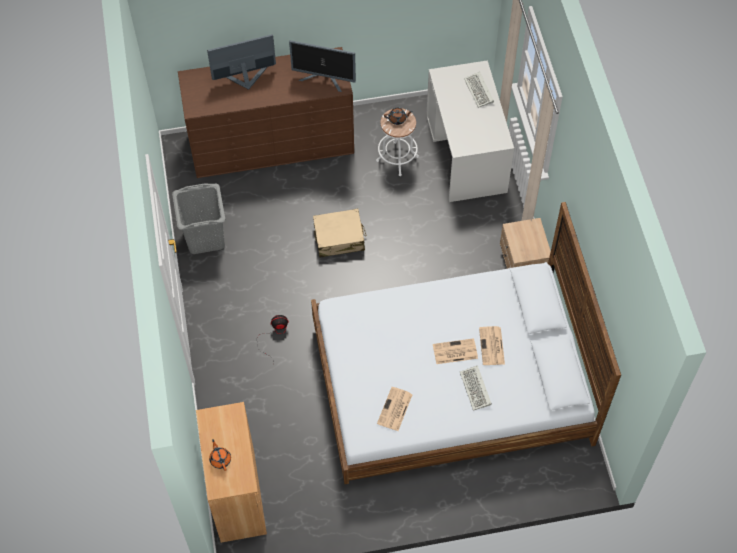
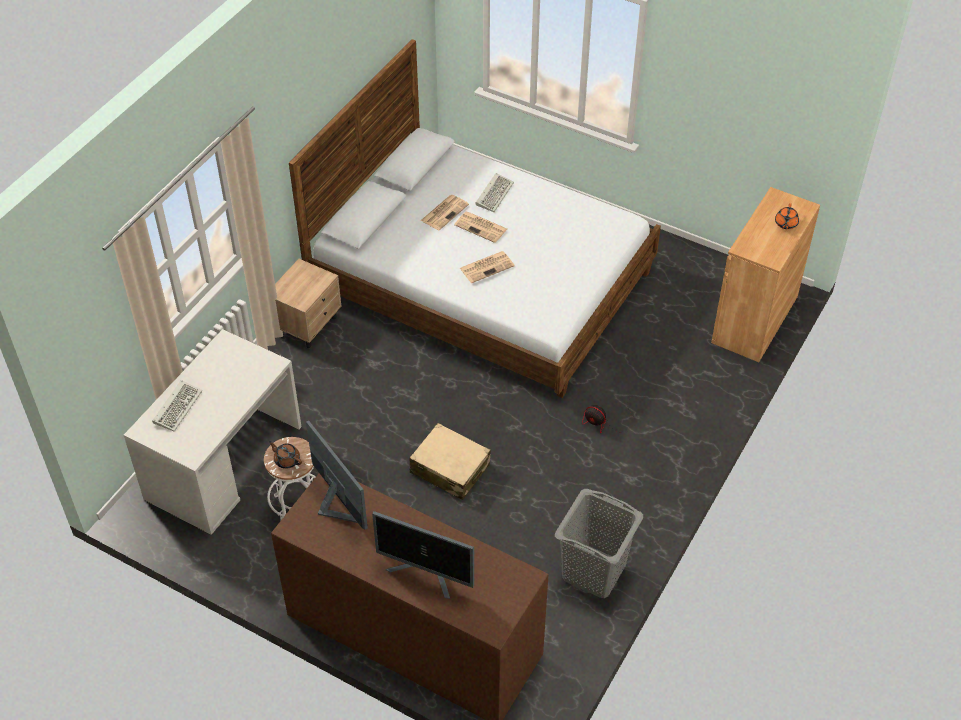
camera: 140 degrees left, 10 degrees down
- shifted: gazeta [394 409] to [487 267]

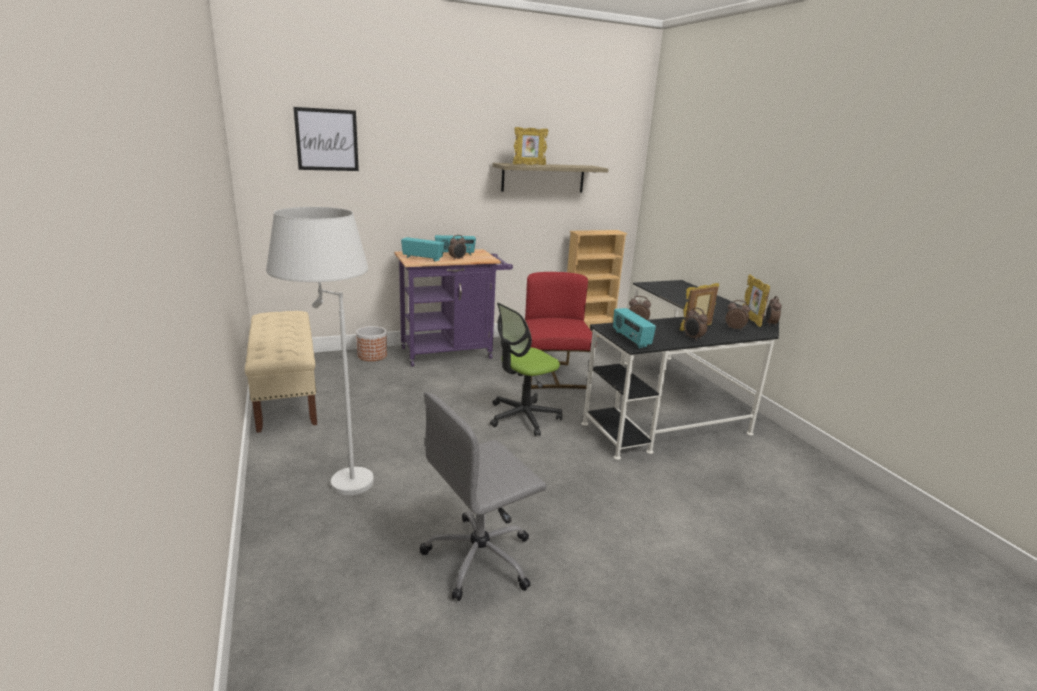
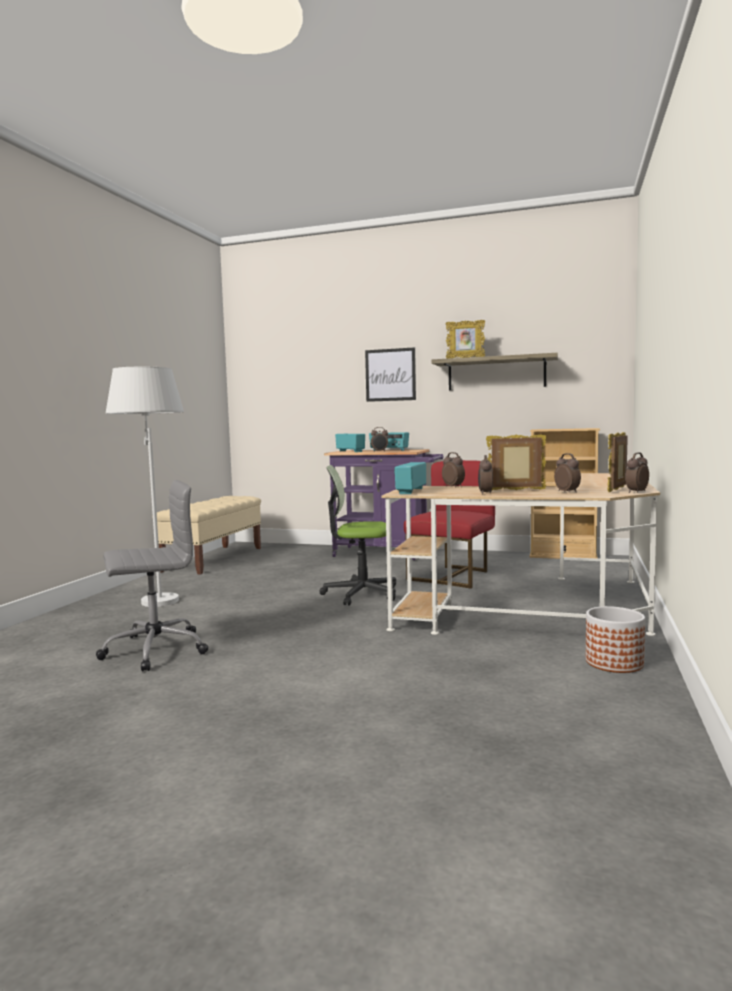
camera: 40 degrees right, 15 degrees down
- shifted: obraz [327 140] to [390 375]
- repainted: biurko [czarny] [675 405] to biurko [beżowy] [549 612]
- shifted: donica [372 355] to [613 662]
- rotated: krzesło biurowe [szary] [481 557] = [153 650] 150 degrees clockwise

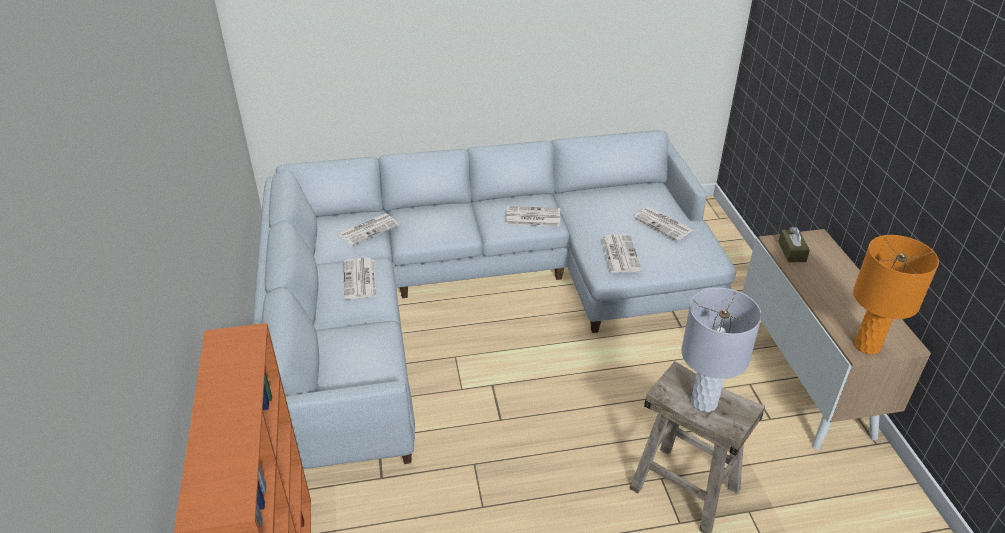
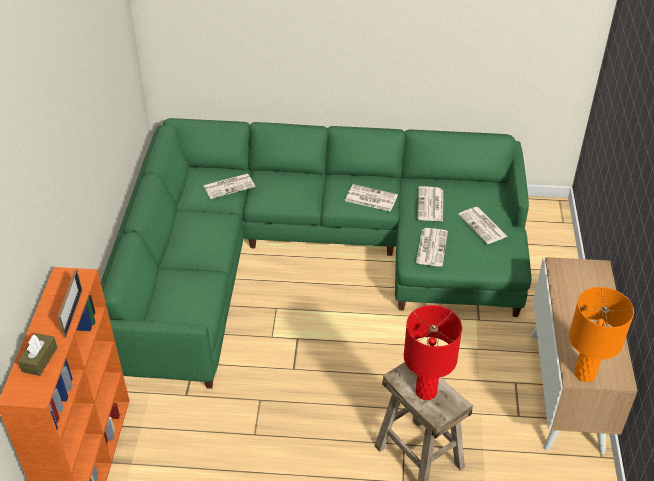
camera: 15 degrees right, 5 degrees up
- repainted: kanapa [szary] [470 294] to kanapa [zielony] [308 255]
- shifted: pudełko chusteczek [brązowy] [792 251] to [39 359]
- shifted: gazeta [360 280] to [430 205]
- repainted: lampa stołowa [szary] [704 402] to lampa stołowa [czerwony] [426 392]
- new: ramka na zdjęcie [73 313]

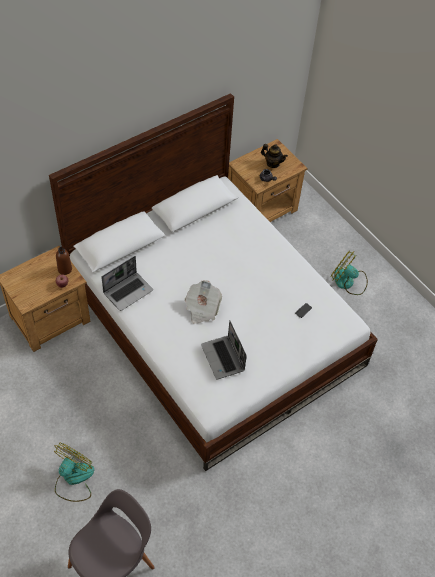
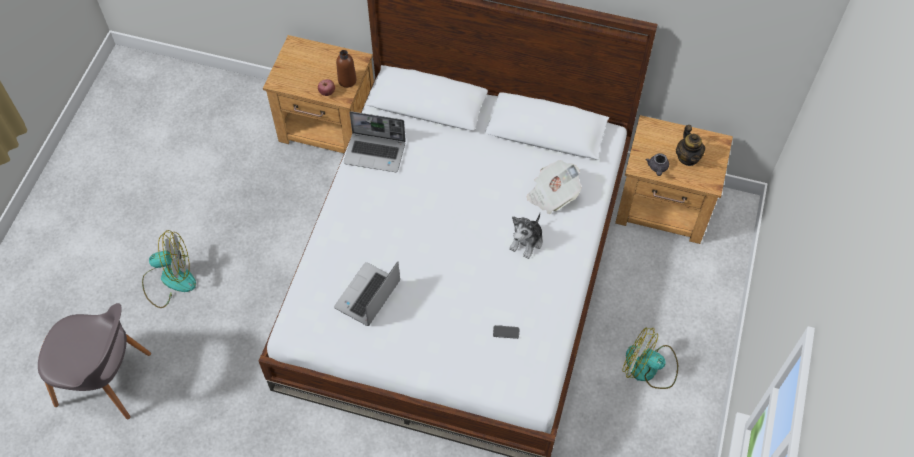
camera: 55 degrees right, 5 degrees up
- rotated: wentylator [348 282] = [649 368] 60 degrees counterclockwise
- shifted: gazeta [202 308] to [552 194]
- new: pluszak [527 241]

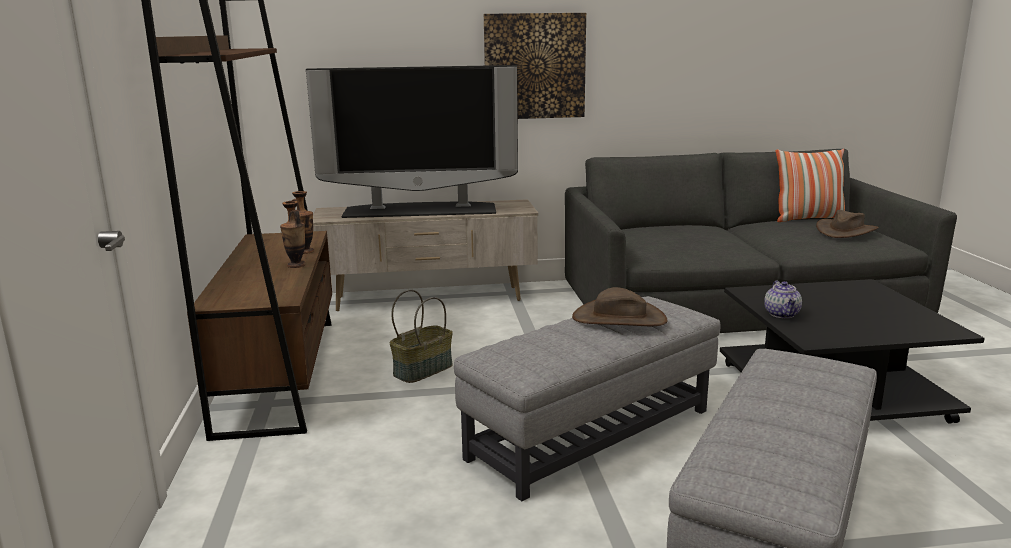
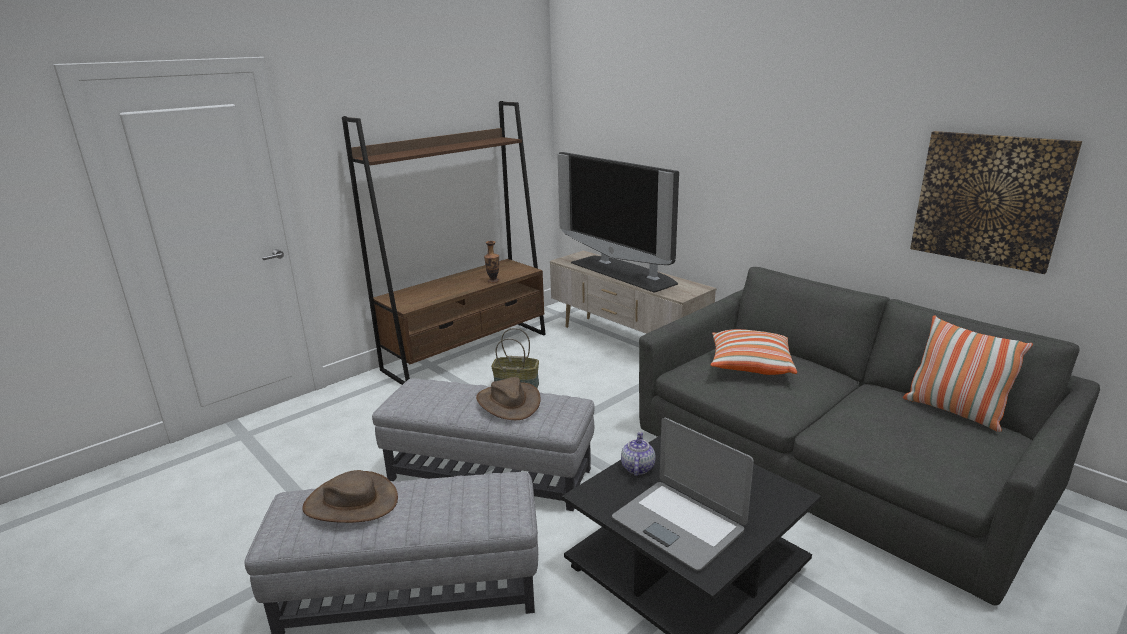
camera: 55 degrees right, 5 degrees up
- shifted: obraz [534 66] to [989 199]
- gone: wazon [296 265]
- shifted: kapelusz [brązowy] [846 231] to [351 502]
- rotated: imbryk [782 314] = [637 467] 135 degrees clockwise
- new: poduszka [750 365]
- new: laptop [678 524]

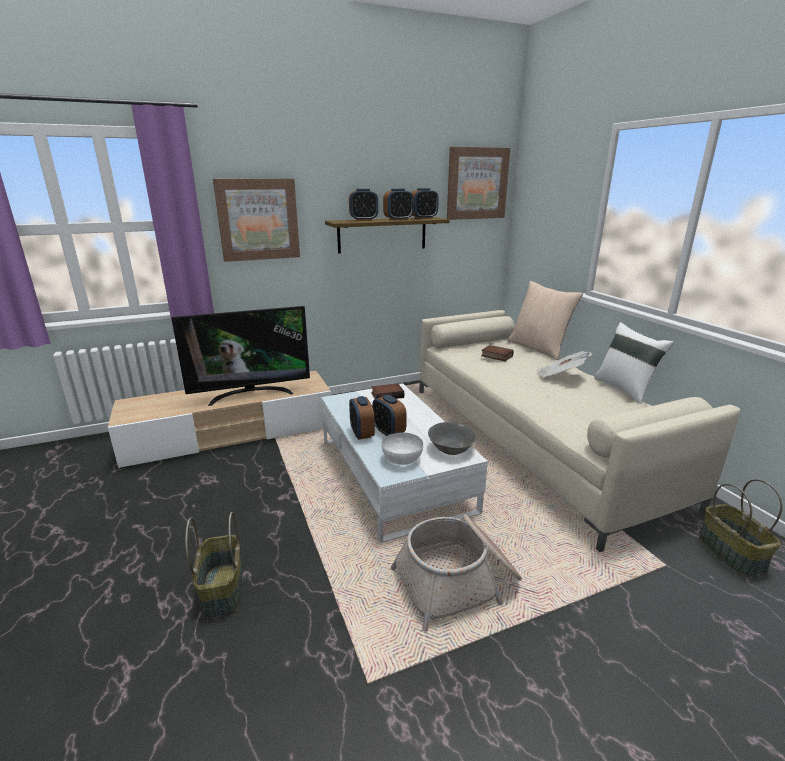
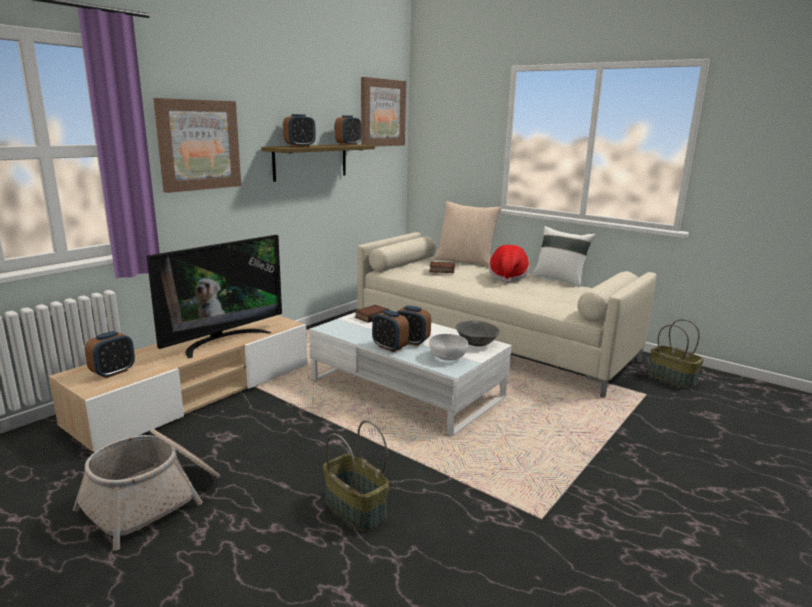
camera: 30 degrees left, 5 degrees down
- shifted: budzik [398 219] to [113 372]
- swapped: gazeta [560 376] to kapelusz [507 277]
- shifted: koszyk [458 581] to [154 499]

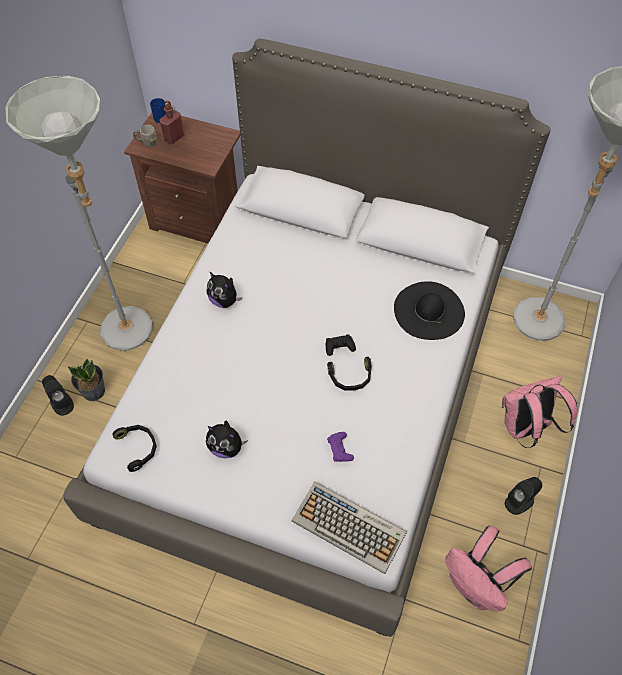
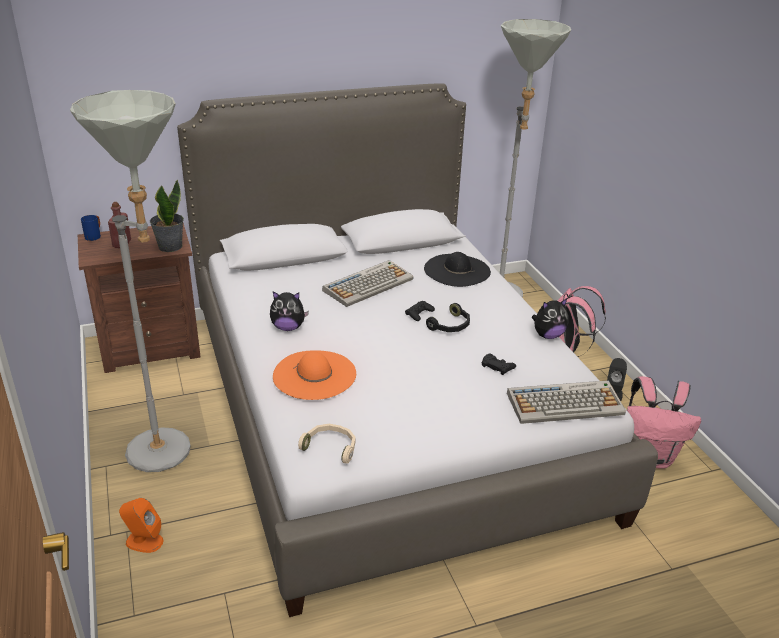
camera: 40 degrees left, 25 degrees down
- gone: kubek [szary] [146 143]
- shifted: roślina doniczkowa [93 391] to [170 246]
- repainted: głośnik [czarny] [61 403] to głośnik [pomarańczowy] [144 541]
- shifted: pluszak [226 447] to [548 335]
- repainted: słuchawki [czarny] [138 448] to słuchawki [beżowy] [331 447]
- repainted: pad do gier [fioletowy] [340 449] to pad do gier [czarny] [497 366]
- new: klawiatura [368 284]
- new: kapelusz [pomarańczowy] [314 375]

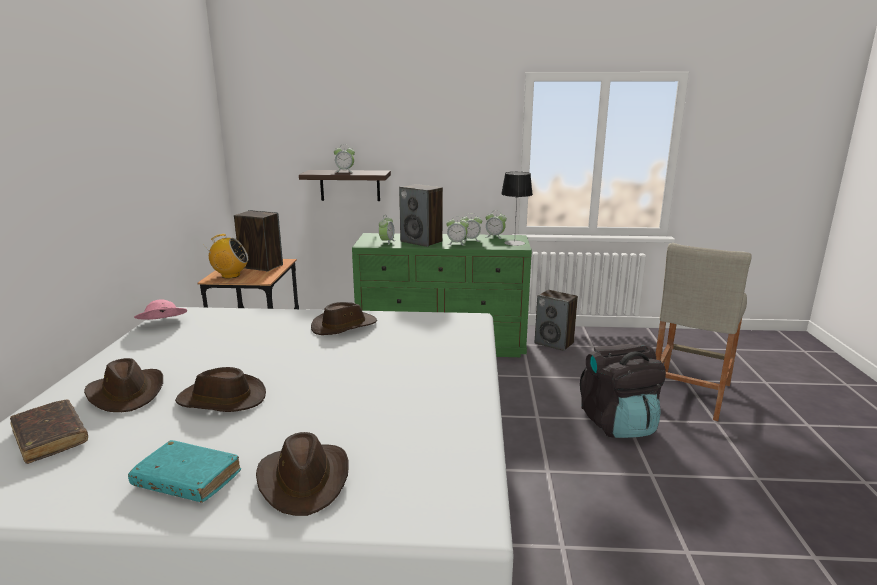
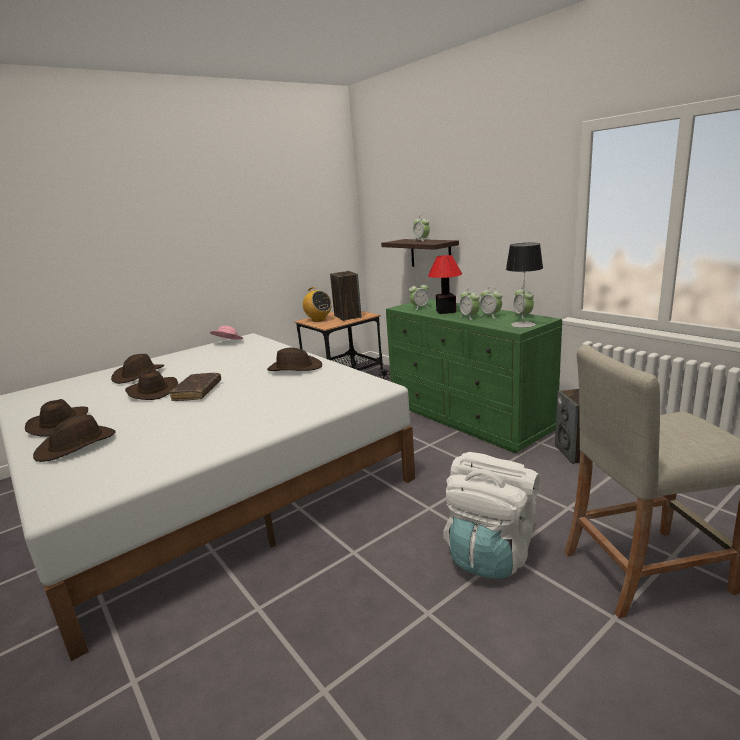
camera: 50 degrees right, 0 degrees up
- swapped: głośnik [422 241] to lampa stołowa [446 311]
- repainted: plecak [czarny] [618 423] to plecak [biały] [491 552]
- shifted: książka [brązowy] [50 437] to [197 392]
- swapped: książka [turkusowy] [187 480] to kapelusz [brązowy] [59 423]

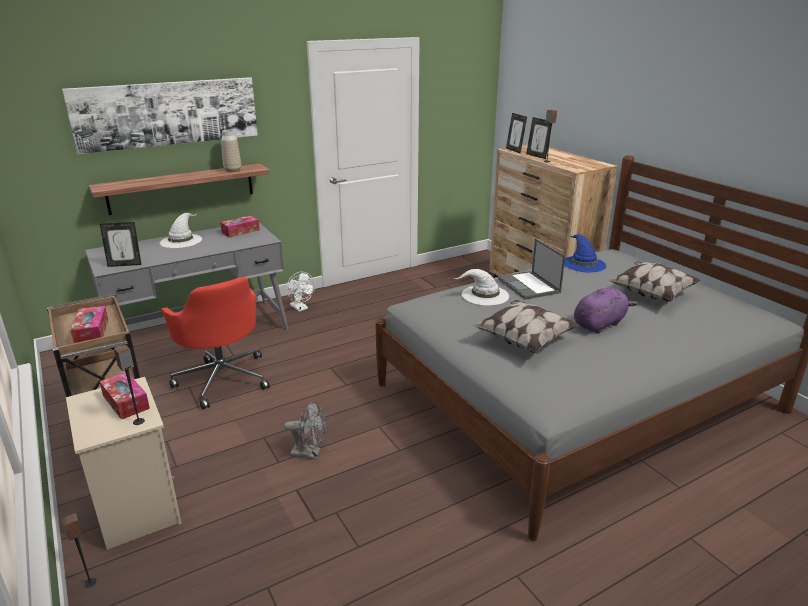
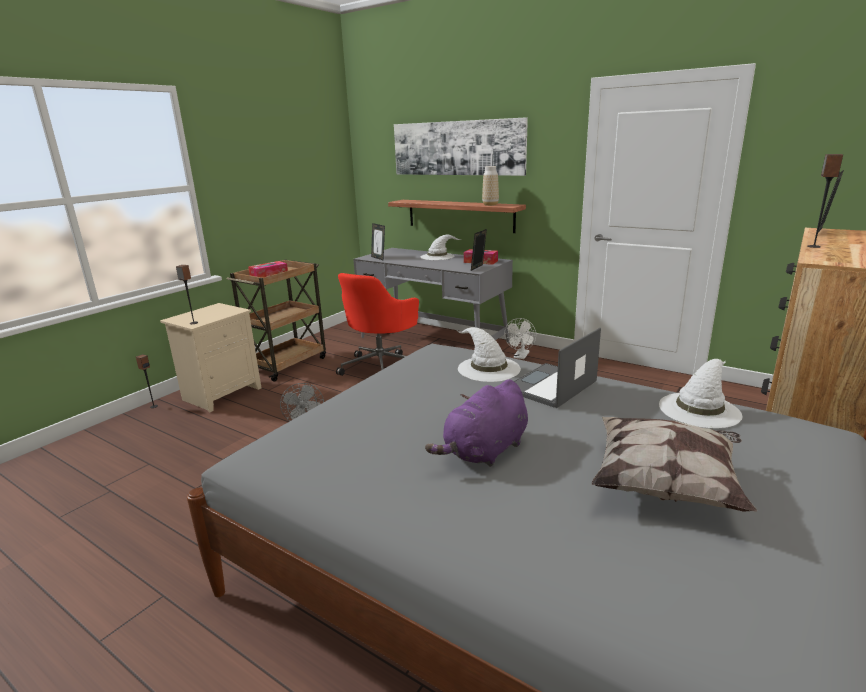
camera: 65 degrees right, 5 degrees down
- shifted: ramka na zdjęcie [537 156] to [478 268]
- repainted: kapelusz [niebieski] [583 263] to kapelusz [biały] [699 409]
- rotated: pluszak [fioletowy] [600 324] = [484 451] 105 degrees clockwise
- gone: poduszka [523 340]
- gone: pudełko chusteczek [126 402]

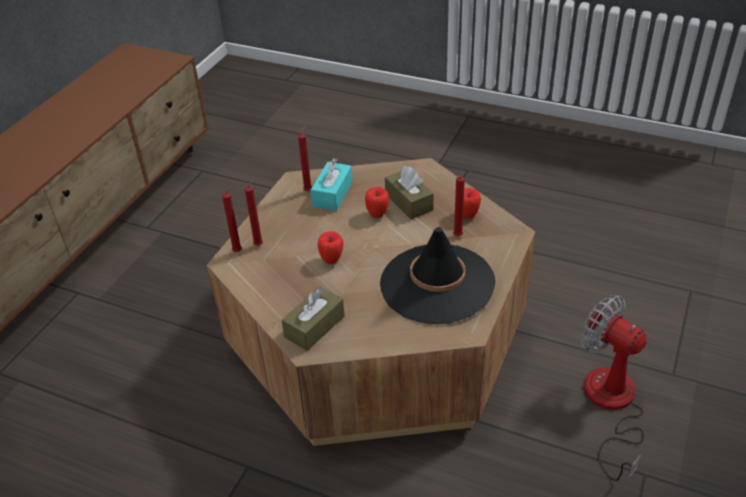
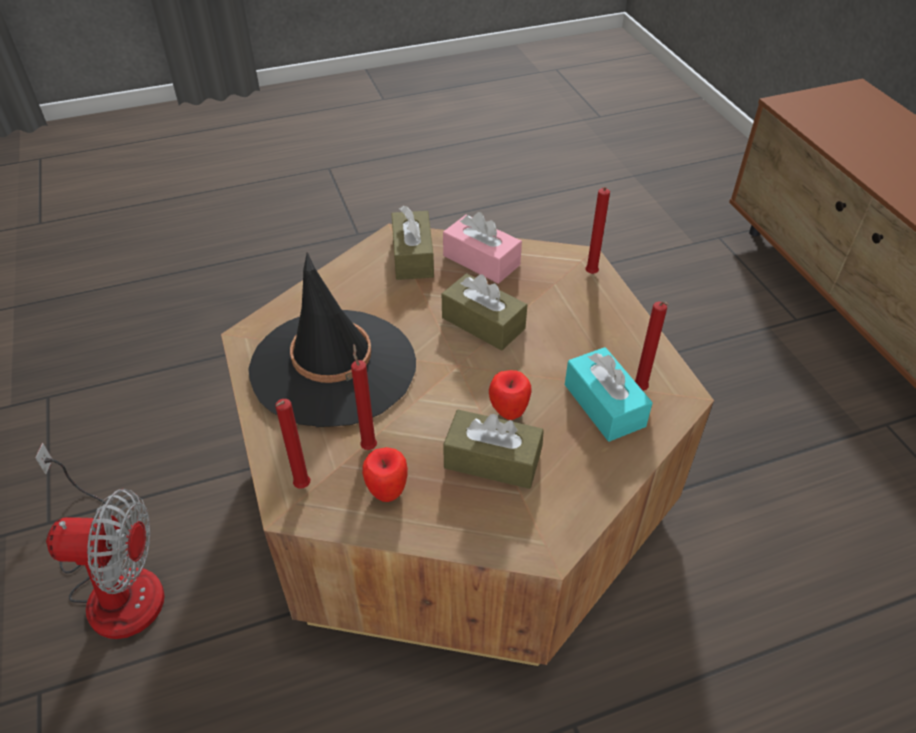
camera: 135 degrees right, 5 degrees up
- shifted: świeca [czerwony] [260 244] to [301 488]
- swapped: jabłko [332 260] to pudełko chusteczek [brązowy] [483 323]
- new: pudełko chusteczek [różowy] [481 260]

